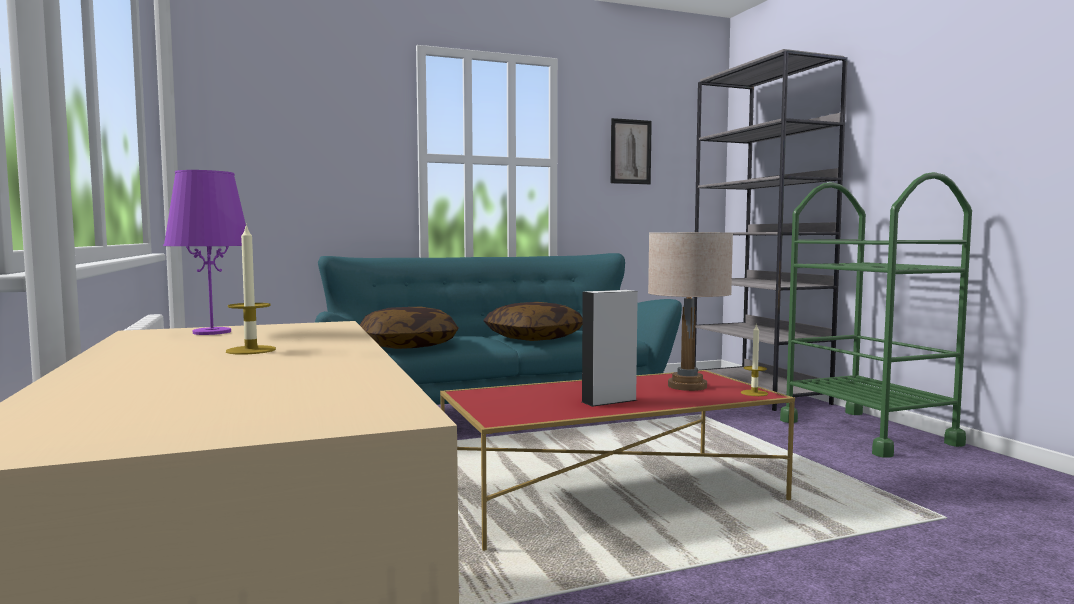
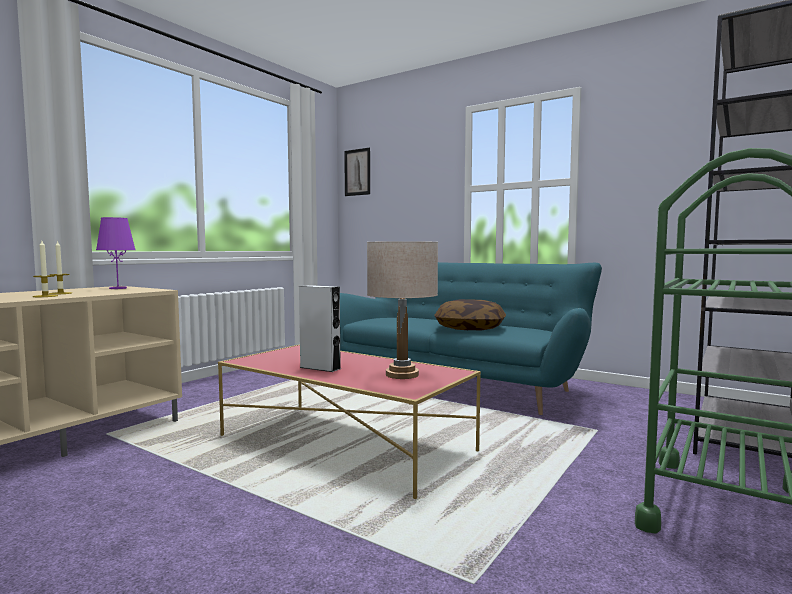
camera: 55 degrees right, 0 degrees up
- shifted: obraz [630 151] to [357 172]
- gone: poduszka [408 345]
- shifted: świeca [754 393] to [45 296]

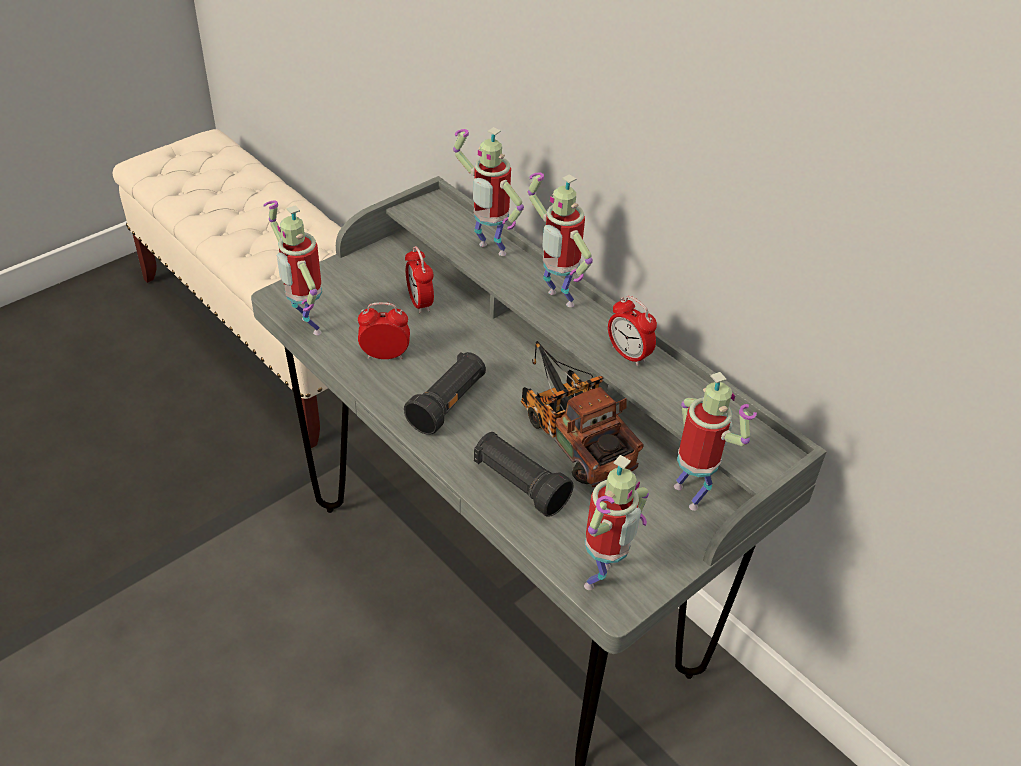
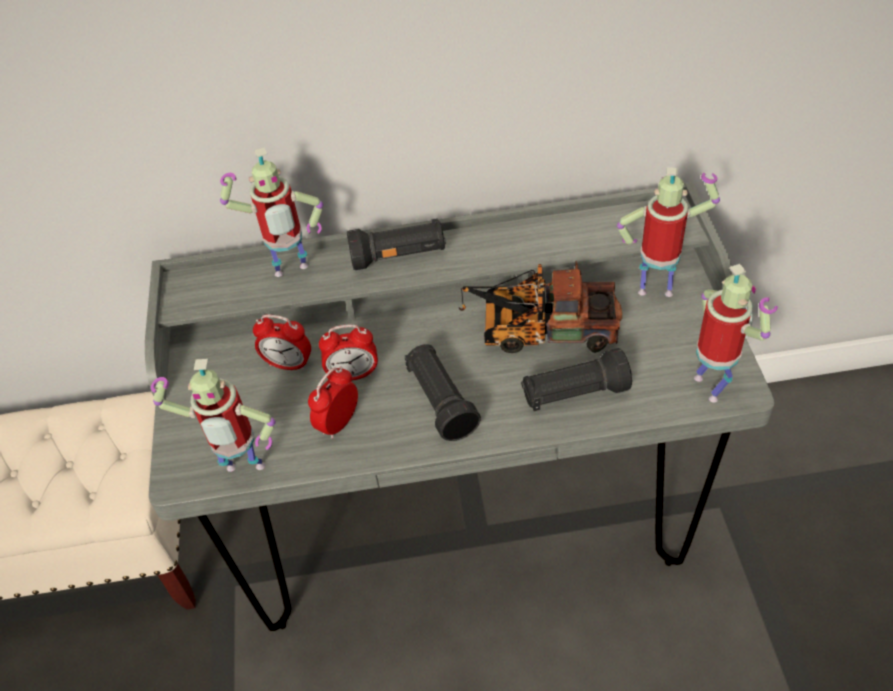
camera: 50 degrees left, 5 degrees up
- swapped: robot zabawkowy [556 300] to latarka [czarny] [399 257]
- shifted: budzik [628 354] to [353 375]

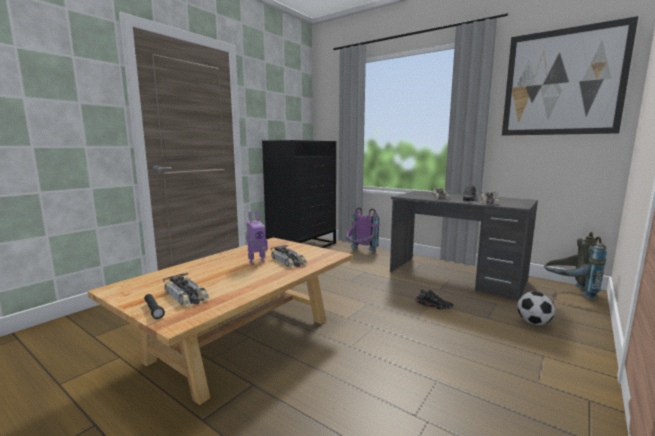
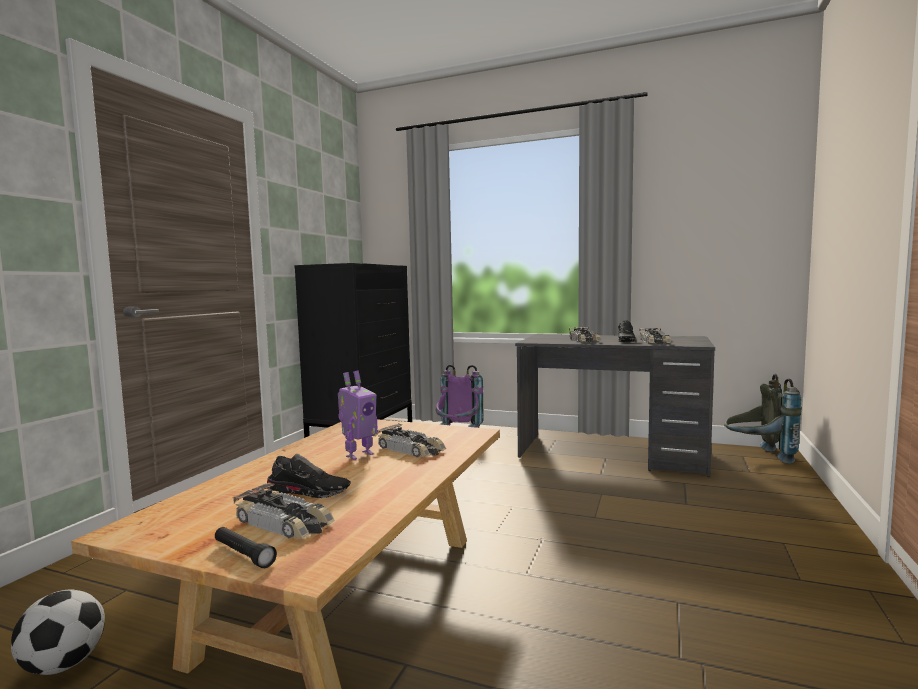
camera: 15 degrees left, 5 degrees down
- gone: obraz [562 82]
- shifted: but [czarny] [433 305] to [309 491]
- shifted: piłka futbolowa [533 322] to [64 665]

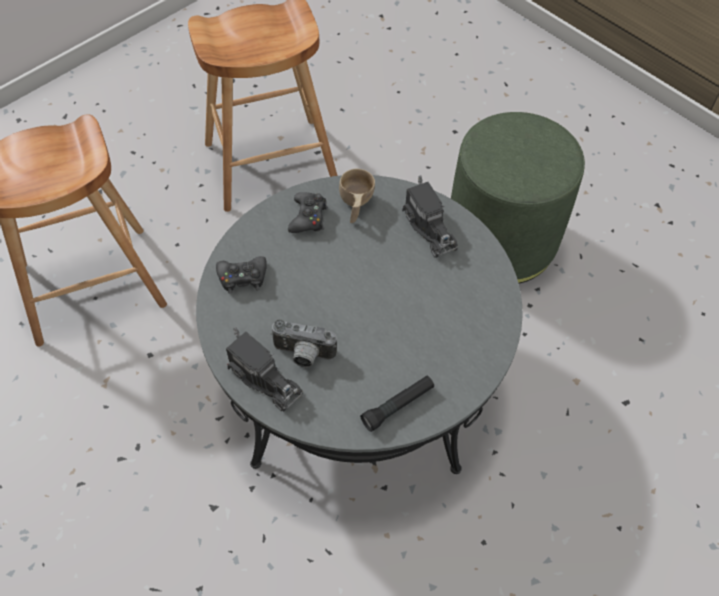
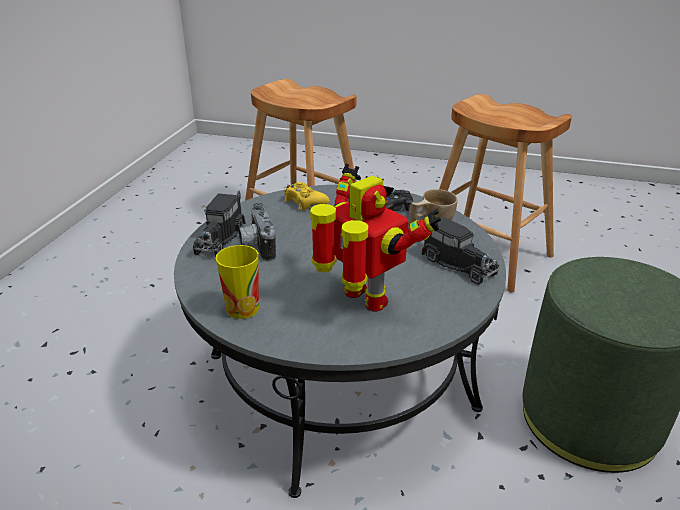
camera: 60 degrees right, 25 degrees down
- rotated: ciężarówka zabawkowa [428 227] = [455 263] 75 degrees counterclockwise
- repainted: pad do gier [czarny] [242 277] to pad do gier [żółty] [304 202]
- swapped: latarka [czarny] [398 406] to filiżanka [242 309]
- new: robot zabawkowy [363 301]

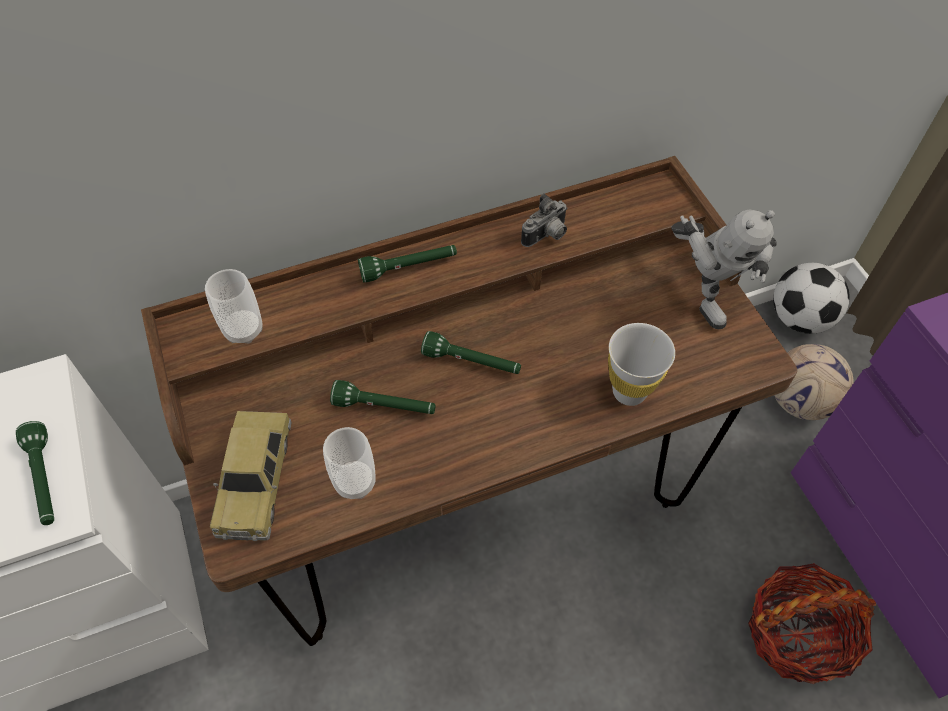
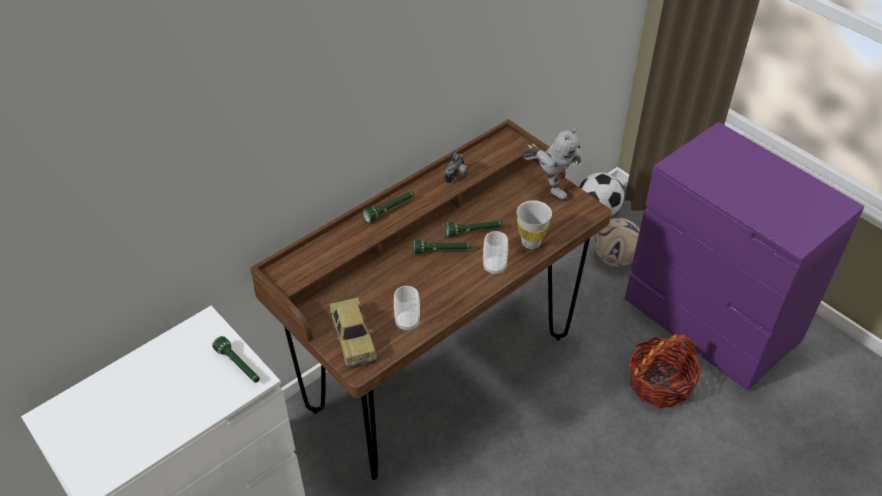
camera: 20 degrees left, 10 degrees down
- shifted: filiżanka [243 330] to [494 267]
- shifted: latarka [zielony] [385 407] to [474 231]

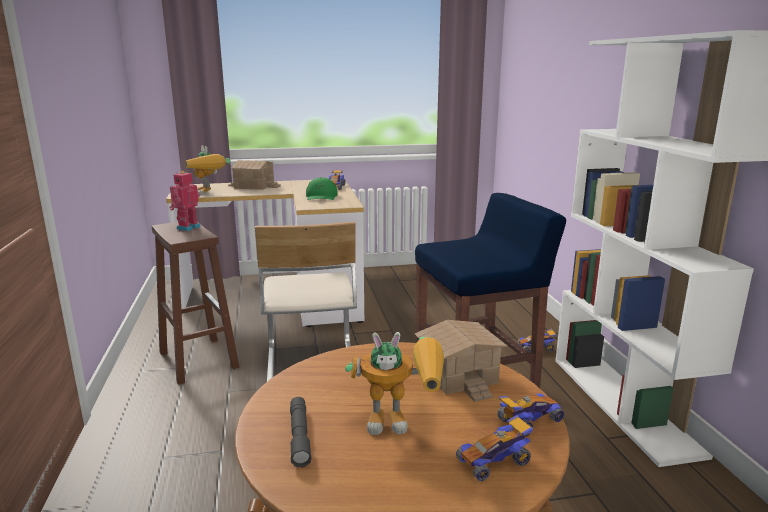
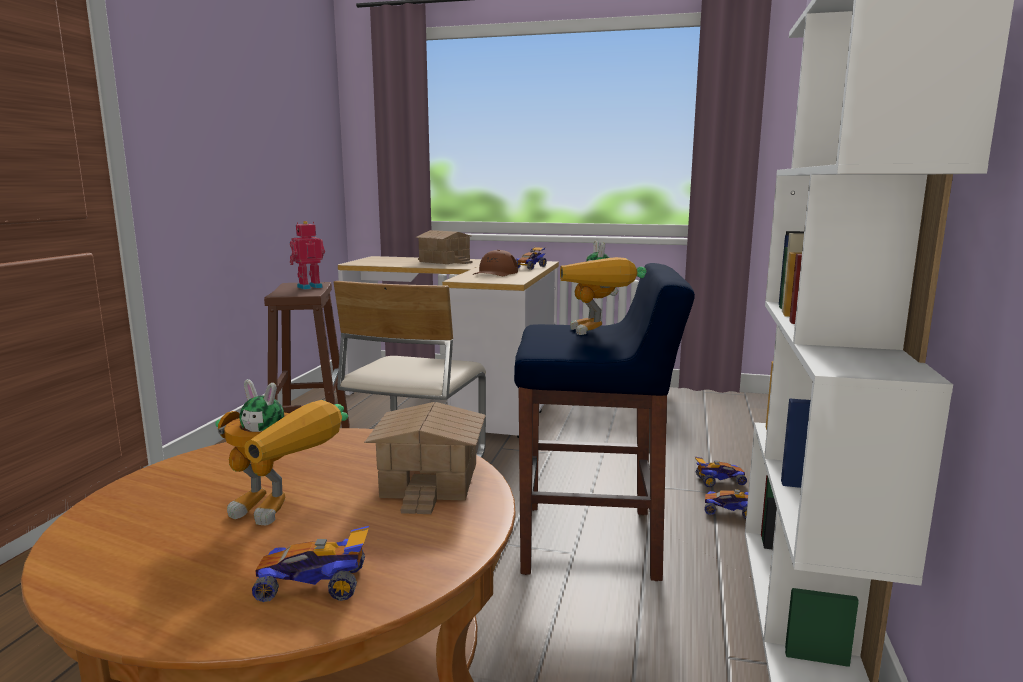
camera: 25 degrees right, 5 degrees down
- shifted: robot zabawkowy [209 194] to [597 334]
- repainted: czapka z daszkiem [zielony] [321 196] to czapka z daszkiem [brązowy] [495 273]
- shifted: samochodzik [528 421] to [719 481]
- gone: latarka [szary] [299 436]

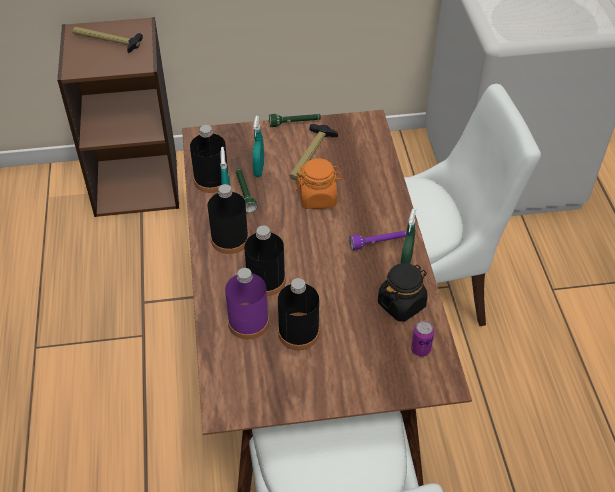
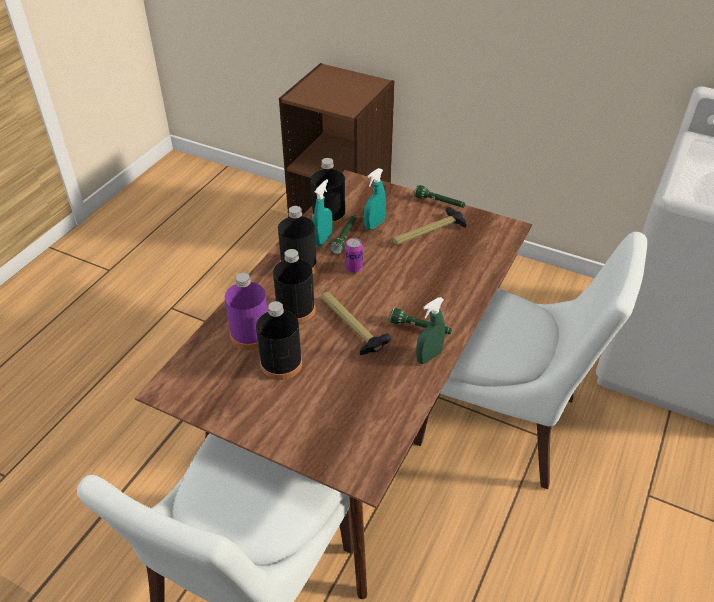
camera: 35 degrees right, 5 degrees down
- shifted: młotek [106 41] to [350 325]
- gone: słoik [pomarańczowy] [318 198]
- repainted: latarka [fioletowy] [379 243] to latarka [zielony] [420 328]
- gone: słoik [czarny] [401 304]
- shifted: puszka [420 349] to [353 268]

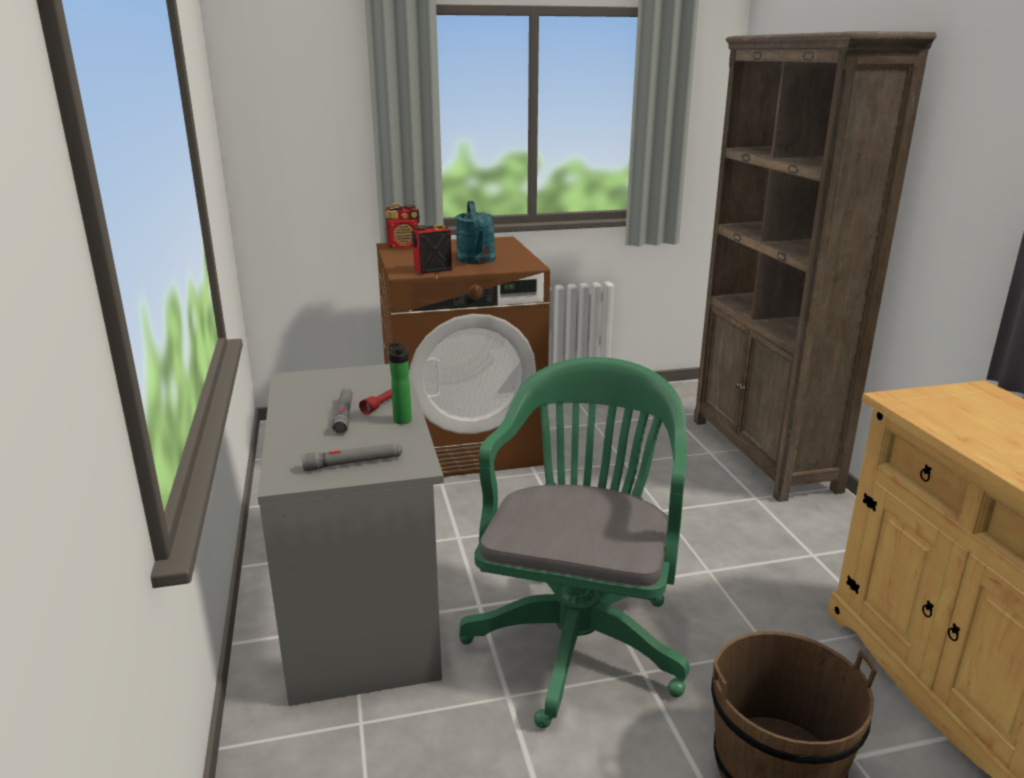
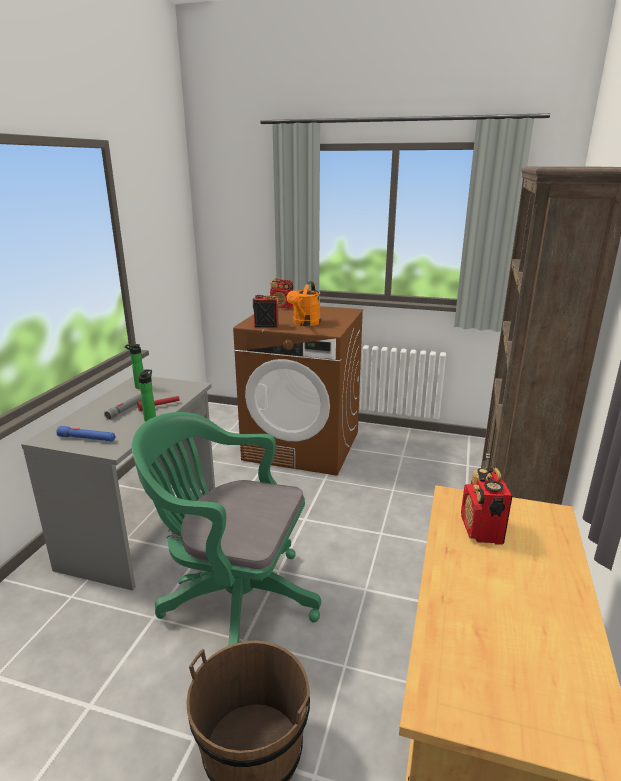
camera: 30 degrees right, 0 degrees up
- repainted: konewka [turkusowy] [477 261] to konewka [pomarańczowy] [305 323]
- rotated: krzesło biurowe [zielony] [578 636] = [232 598] 120 degrees counterclockwise
- repainted: latarka [szary] [353 463] to latarka [niebieski] [87 438]
- new: butelka [138 386]
- new: radio [481 530]

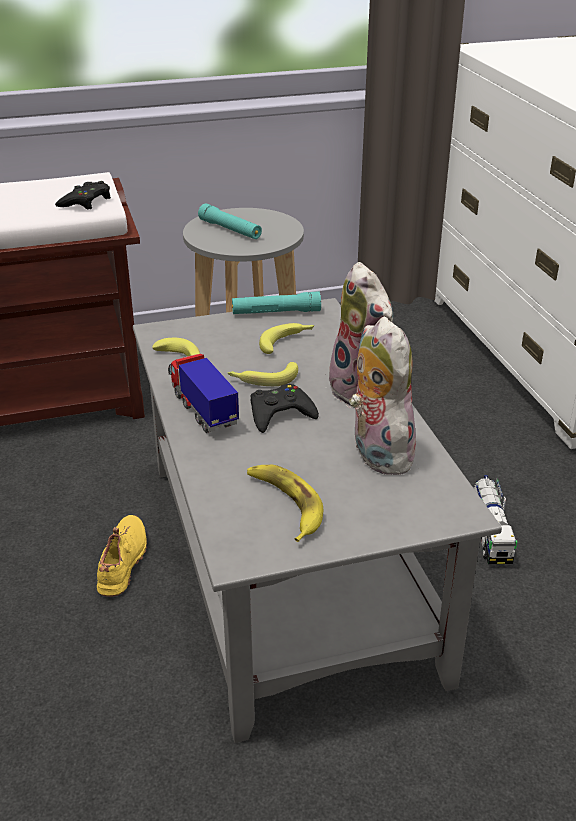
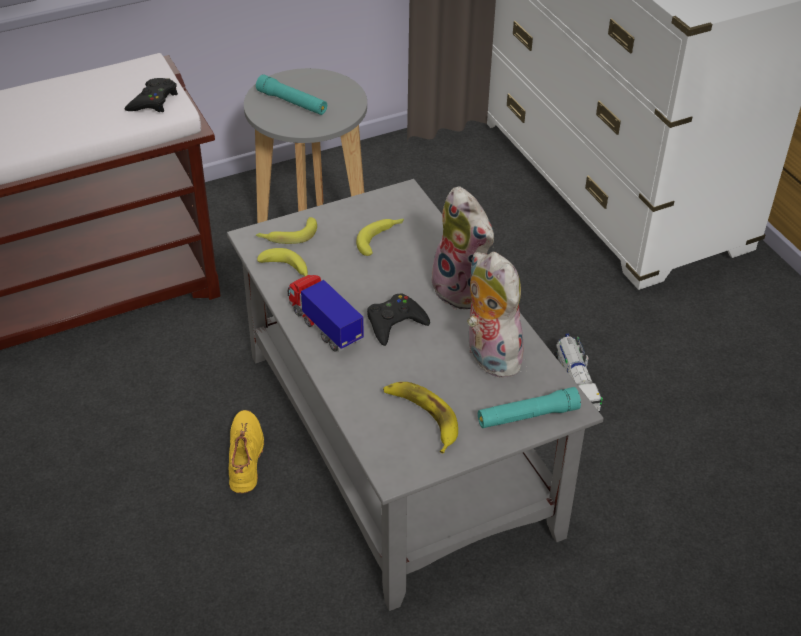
camera: 10 degrees left, 10 degrees up
- shifted: latarka [turkusowy] [276 312] to [527 416]
- shifted: banan [263 379] to [287 236]

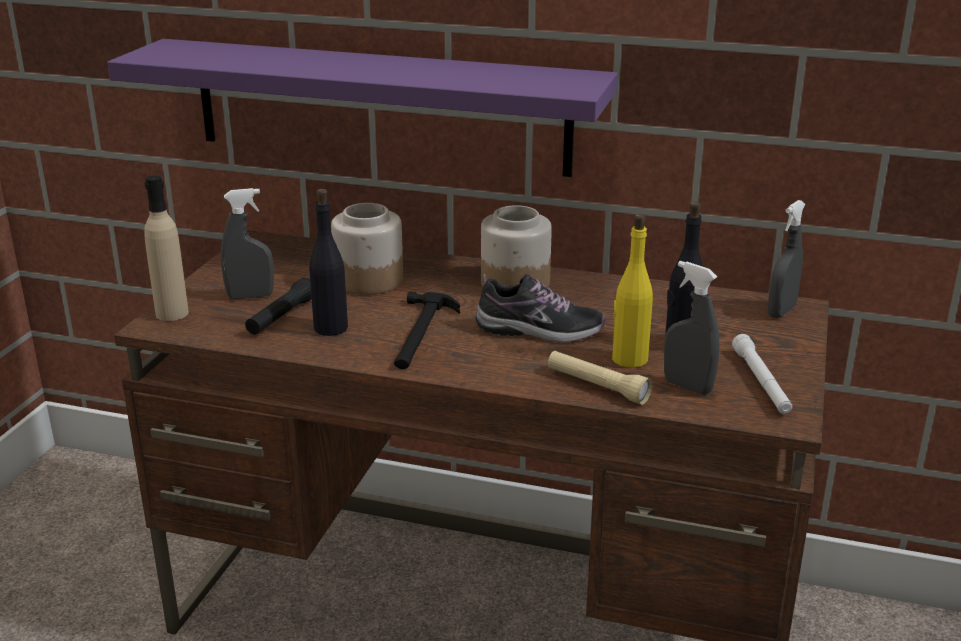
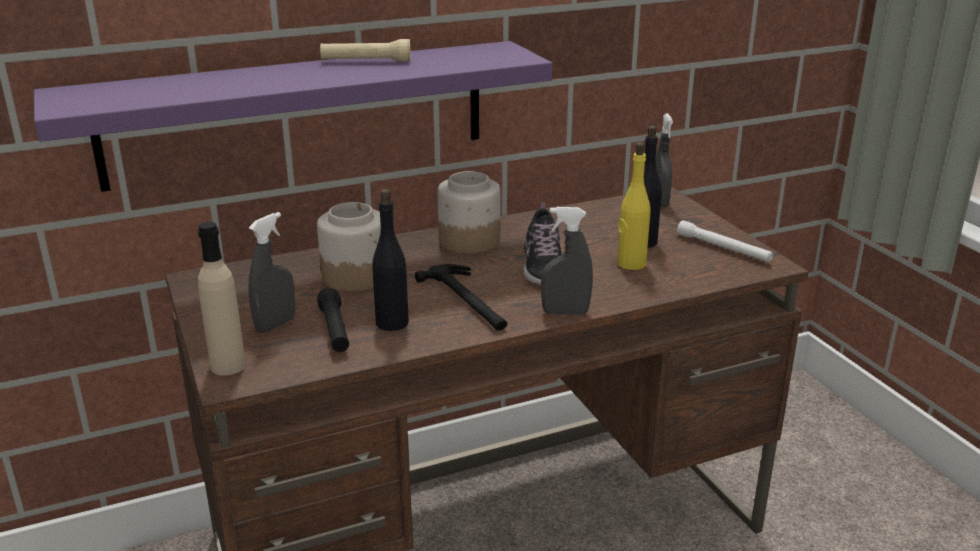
camera: 40 degrees left, 0 degrees up
- shifted: spryskiwacz [szary] [687 386] to [565 313]
- rotated: but [539 330] = [543 267] 120 degrees clockwise
- shifted: latarka [beżowy] [597 386] to [366 61]

